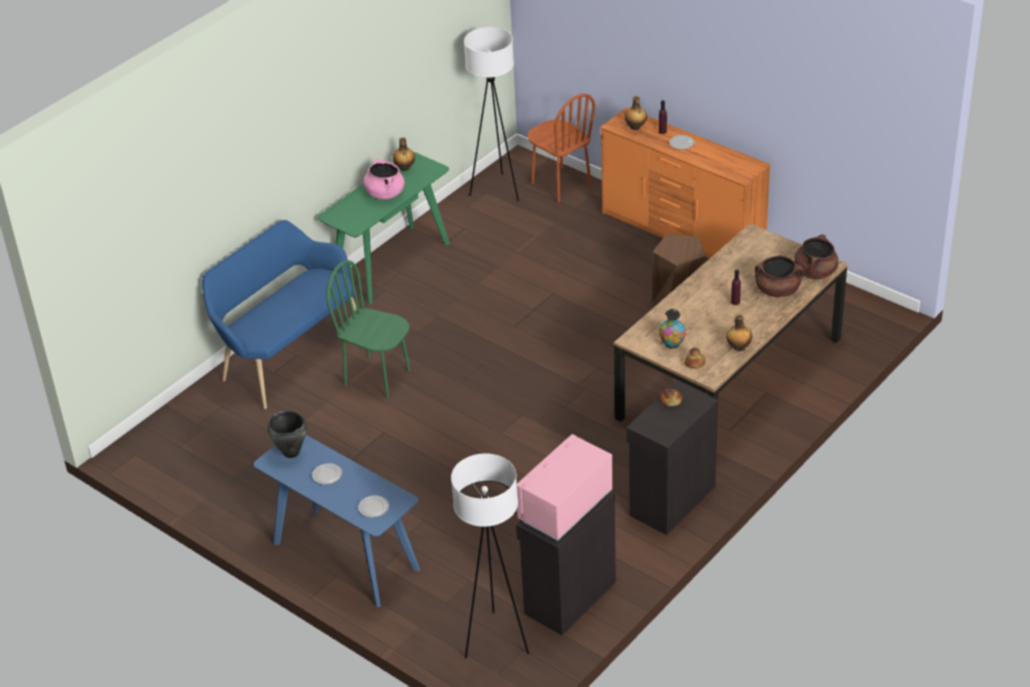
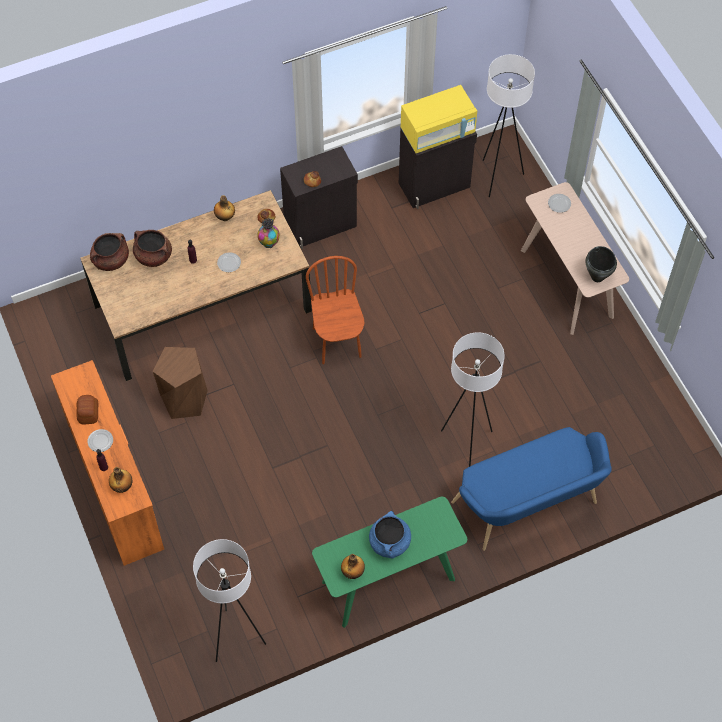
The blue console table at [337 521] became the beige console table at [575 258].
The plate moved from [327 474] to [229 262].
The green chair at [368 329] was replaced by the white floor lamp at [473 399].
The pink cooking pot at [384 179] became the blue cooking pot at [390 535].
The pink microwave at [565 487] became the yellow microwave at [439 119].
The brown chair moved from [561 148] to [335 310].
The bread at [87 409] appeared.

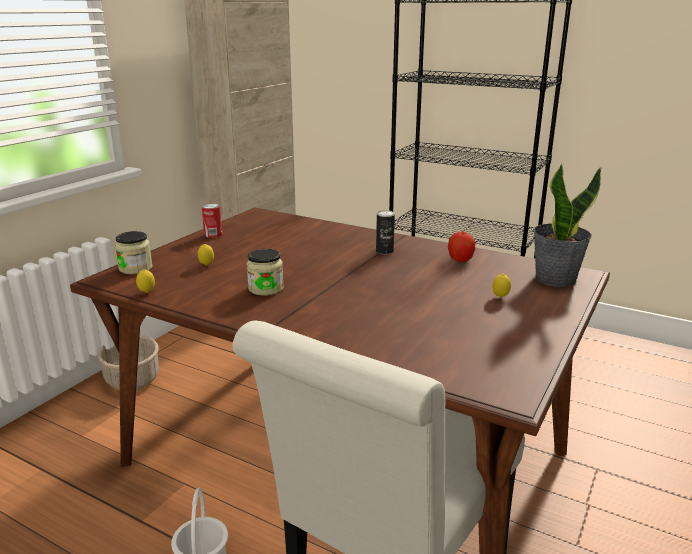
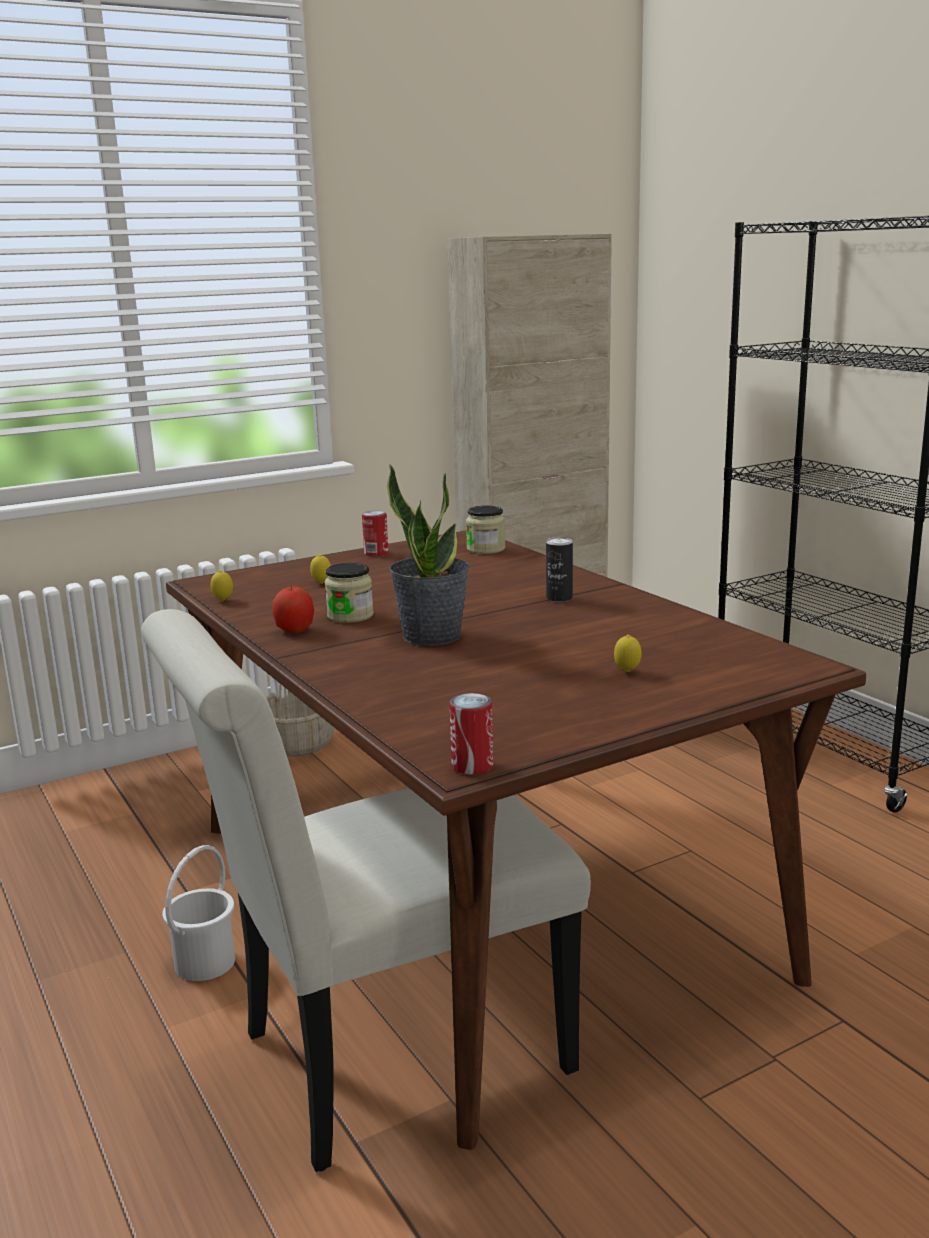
The jar moved from [134 252] to [485 529].
The apple moved from [461 247] to [293 609].
The potted plant moved from [567 225] to [428 555].
The can at [471 734] appeared.

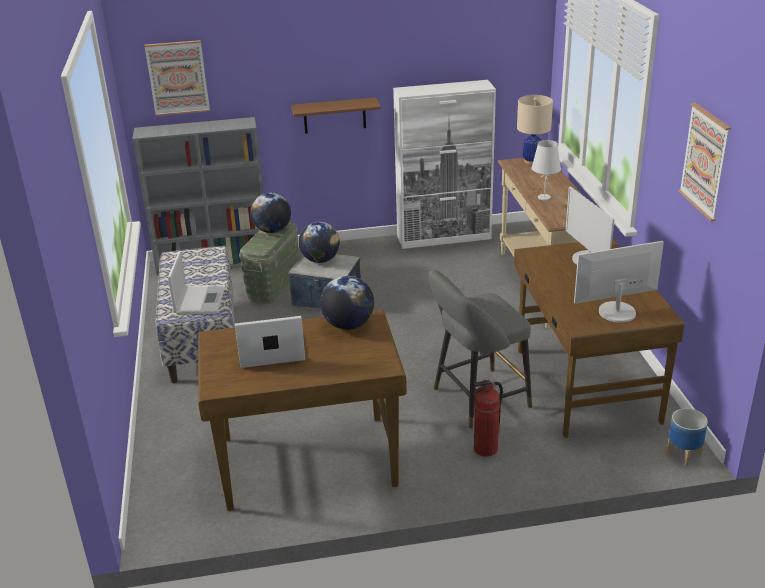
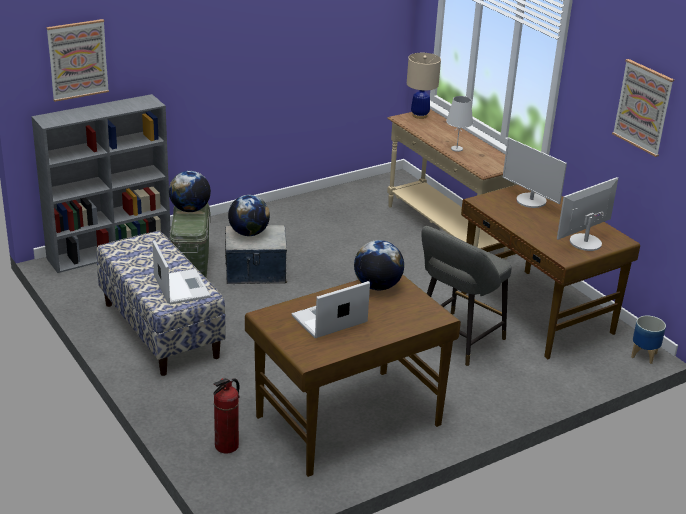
The brown shelf at [336 115] disappeared.
The white cabinet at [444 164] disappeared.
The fire extinguisher moved from [488 418] to [226 415].

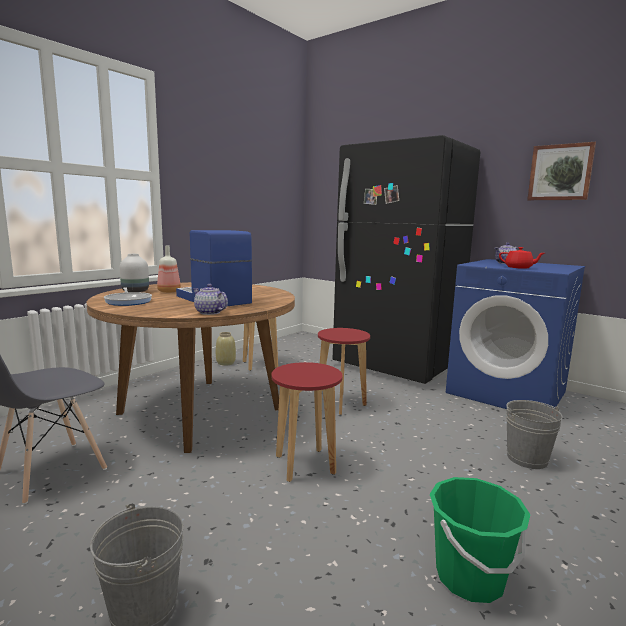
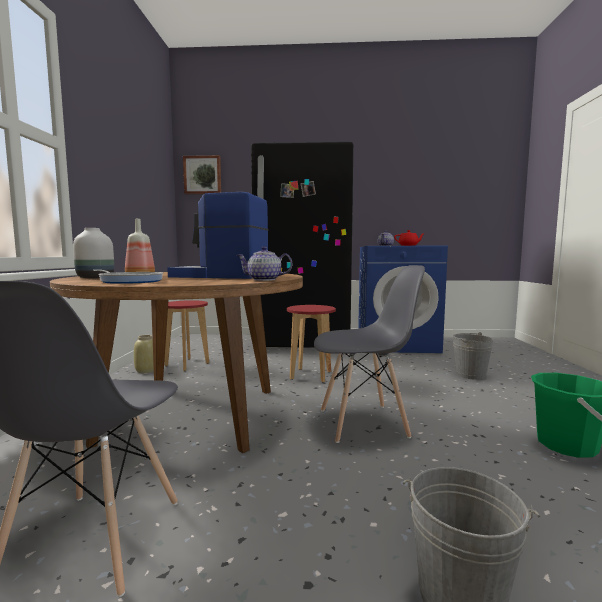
The red stool at [307 422] was replaced by the grey chair at [369 354].
The picture moved from [561 171] to [202 174].

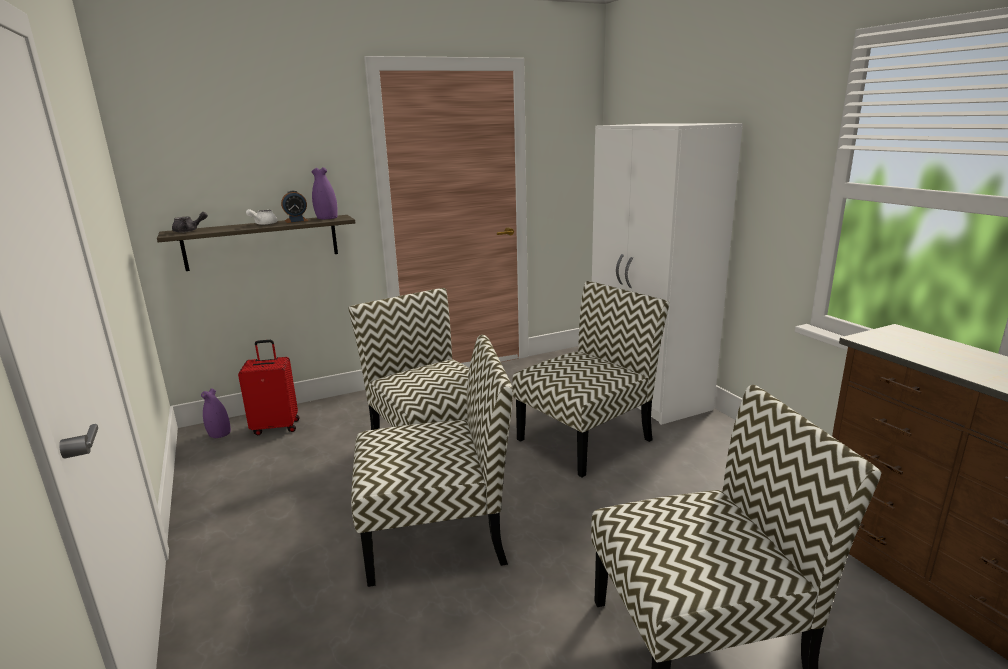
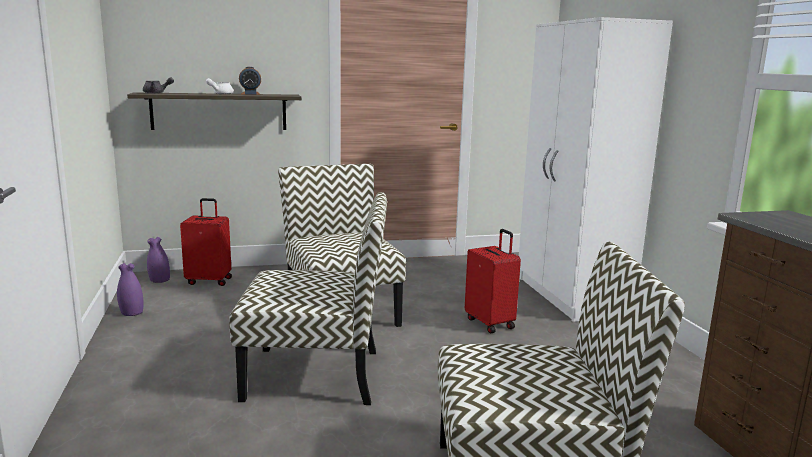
The purple vase moved from [325 193] to [130 289].
The chair at [590 379] was replaced by the red suitcase at [493 281].

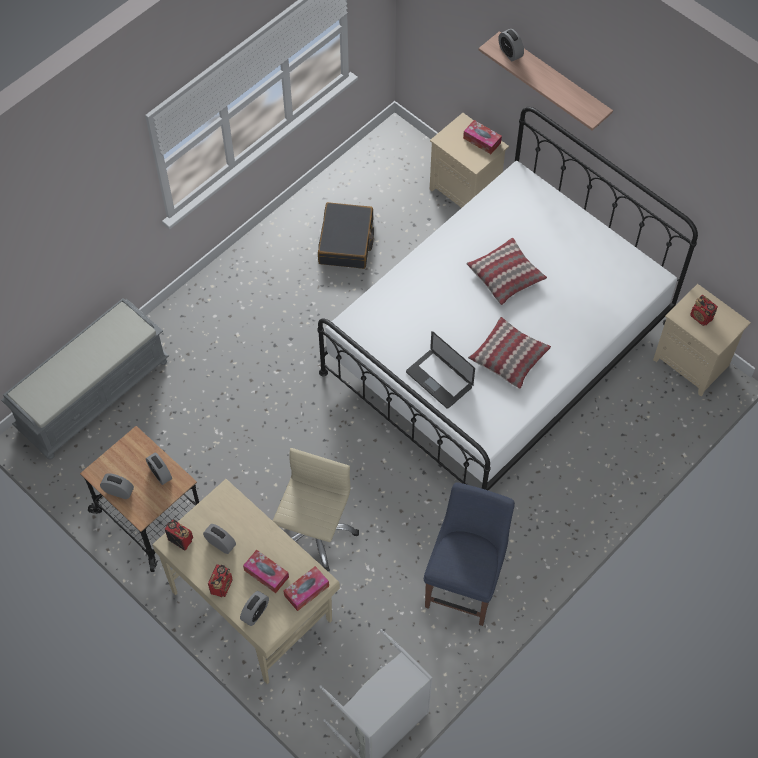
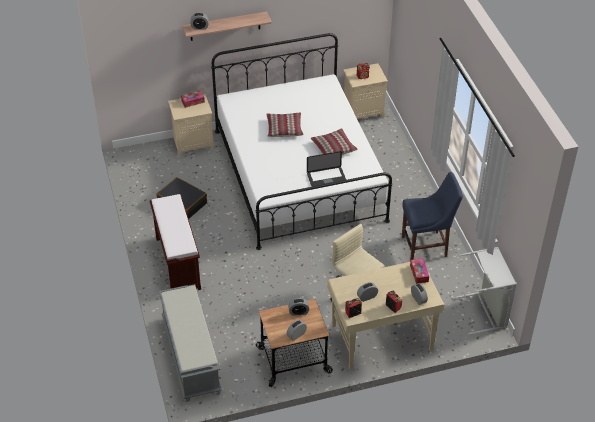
The tissue box at [266 571] disappeared.
The blue chair at [469 554] turned 120 degrees clockwise.
The brown bench at [175 242] appeared.

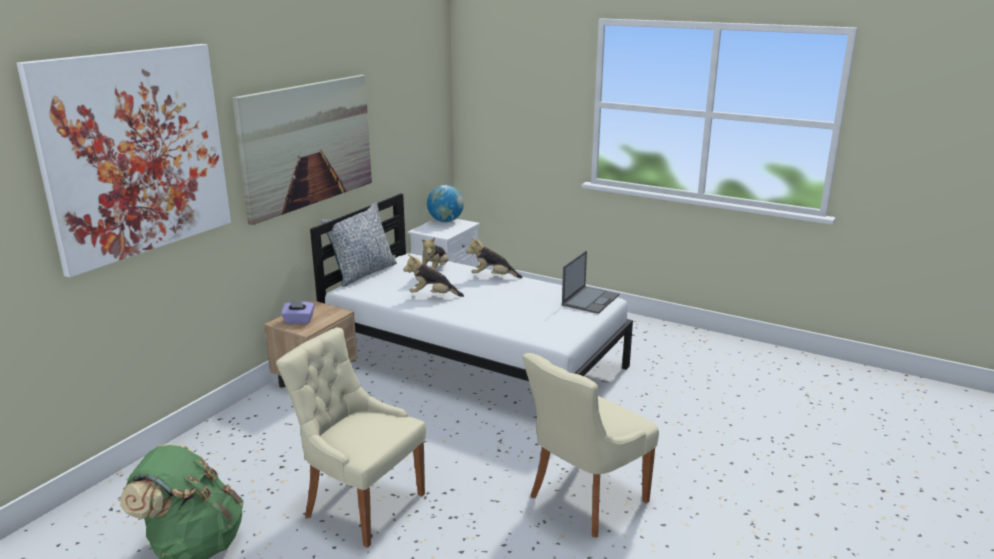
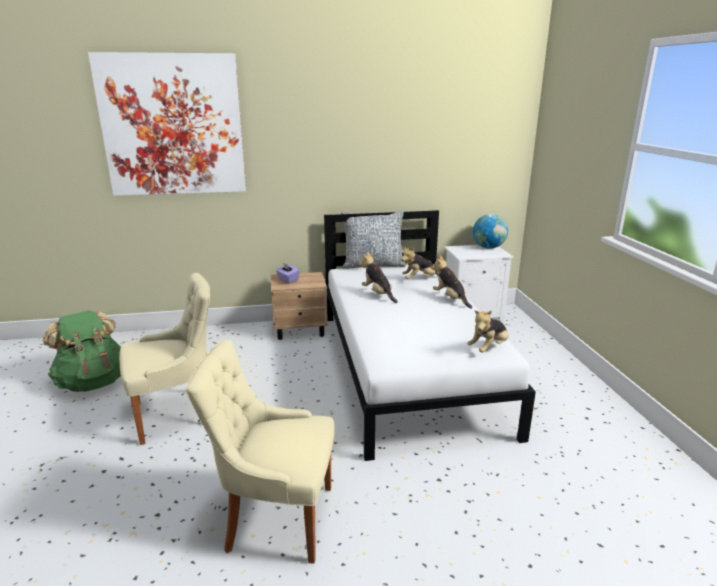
The picture at [302 150] disappeared.
The beige chair at [351 437] turned 75 degrees clockwise.
The laptop at [590 282] was replaced by the plush toy at [487 331].

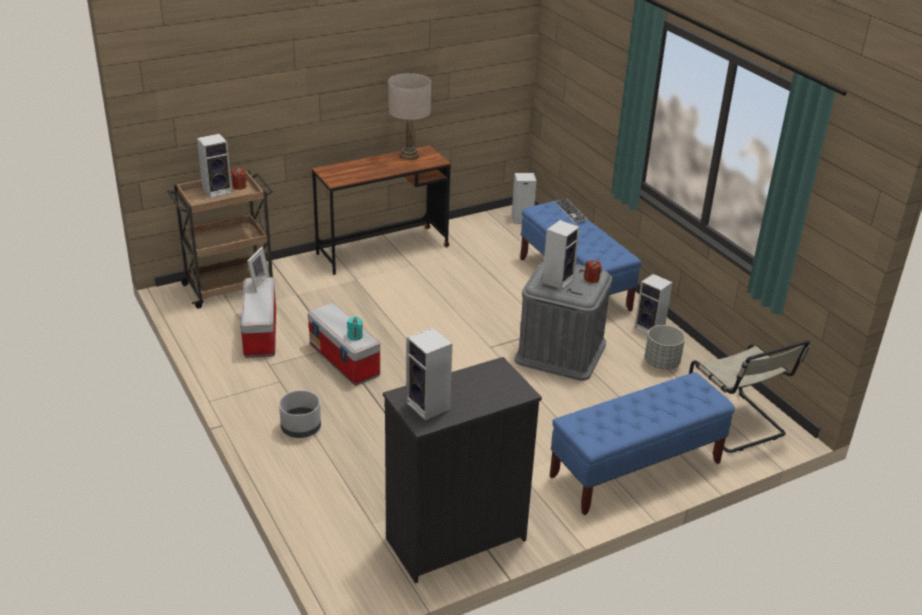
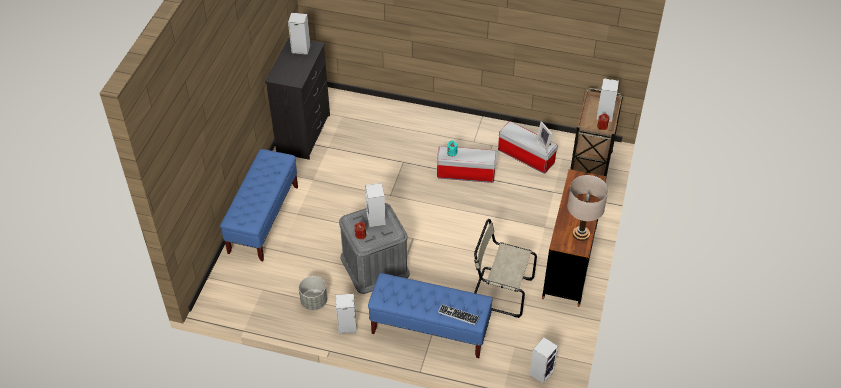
The grey planter at [300 414] disappeared.
The beige chair moved from [749 396] to [505 268].

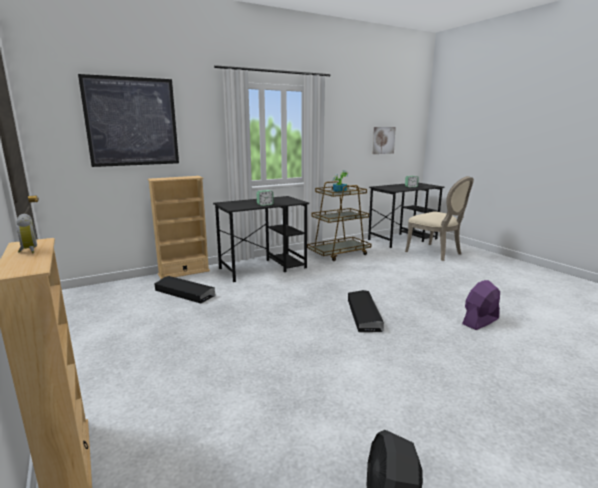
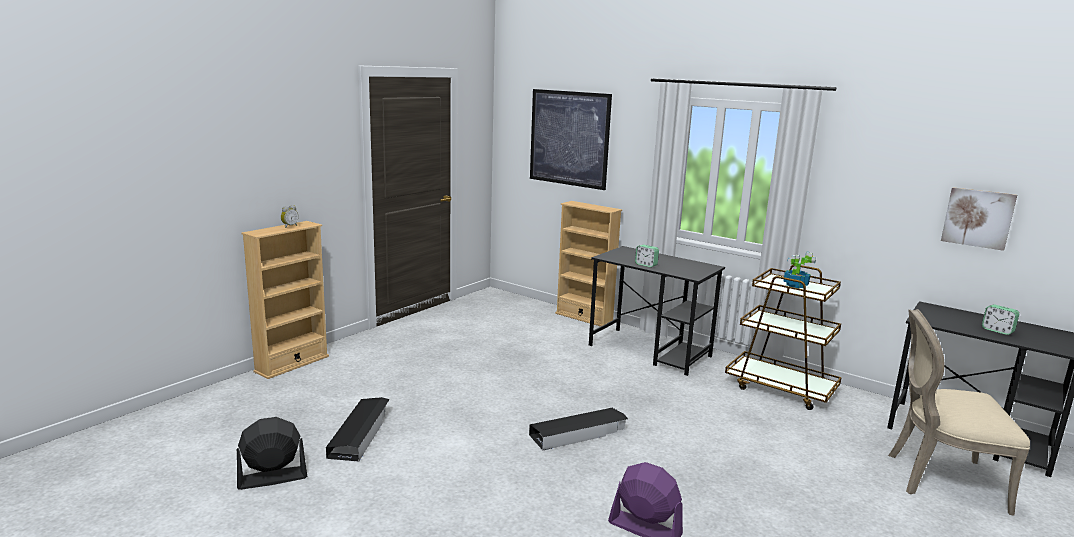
The black storage box moved from [185 289] to [358 429].
The beige chair at [439 218] turned 75 degrees clockwise.

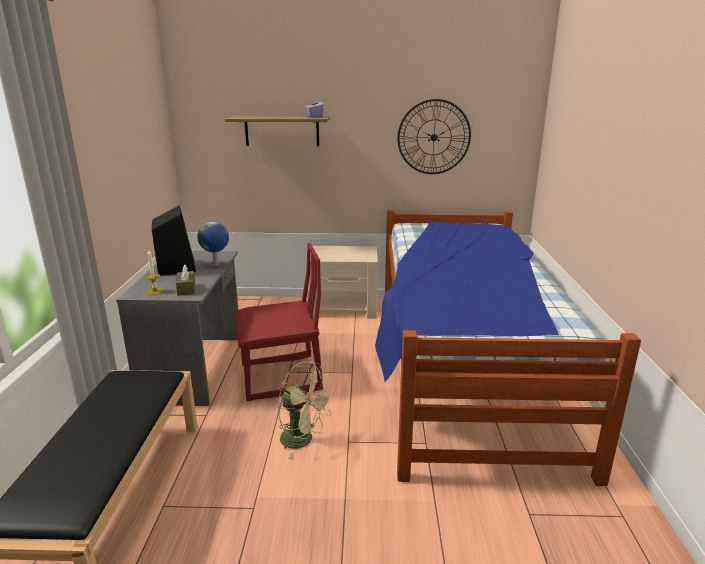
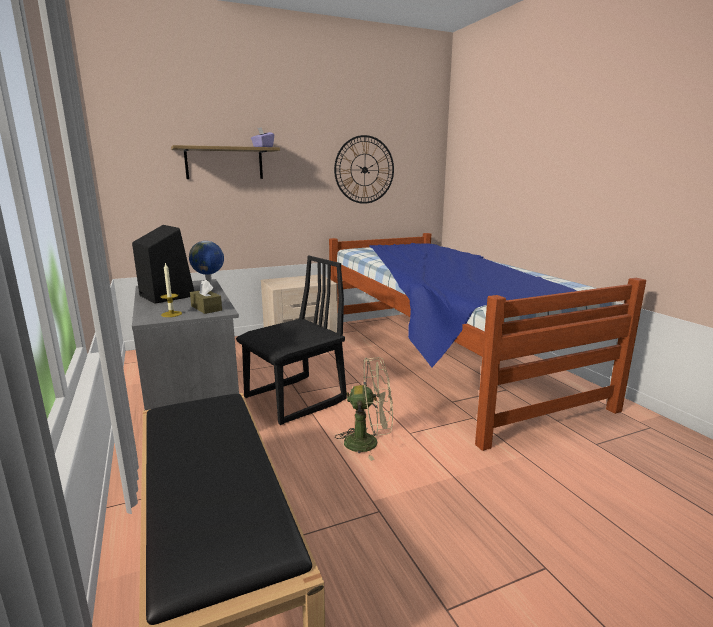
The red chair at [278 322] became the black chair at [291 340].

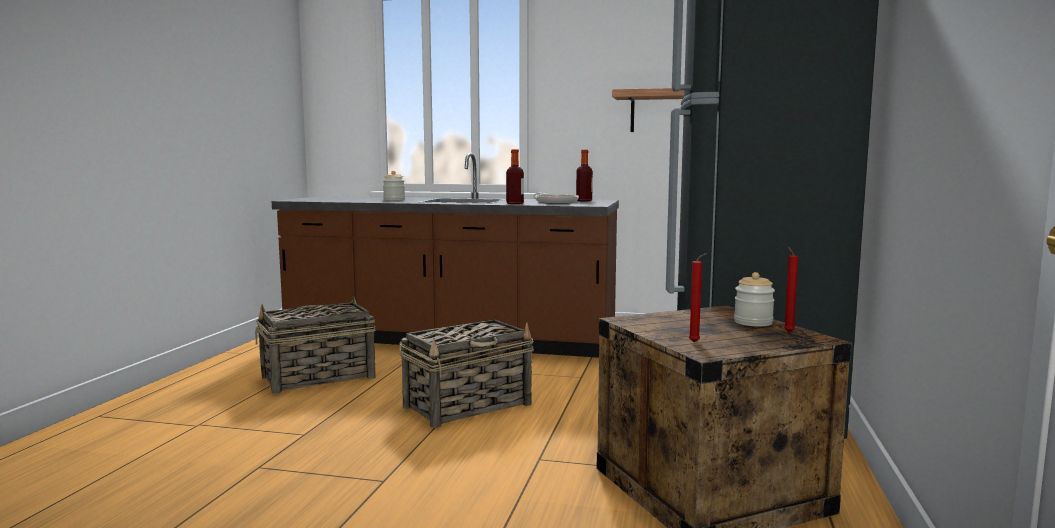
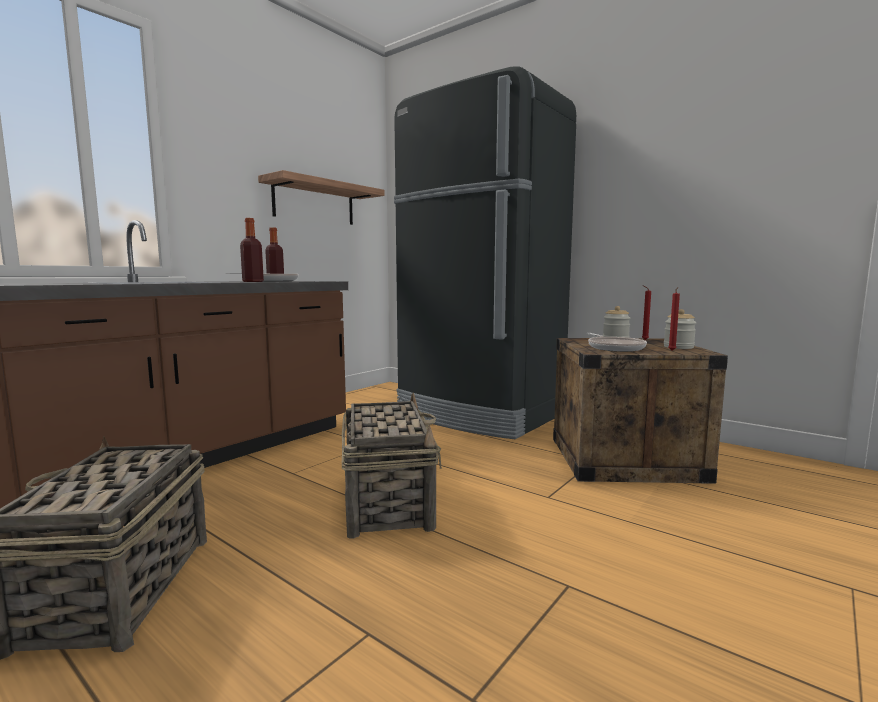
The jar moved from [394 186] to [680 329].
The frying pan at [616 342] appeared.

